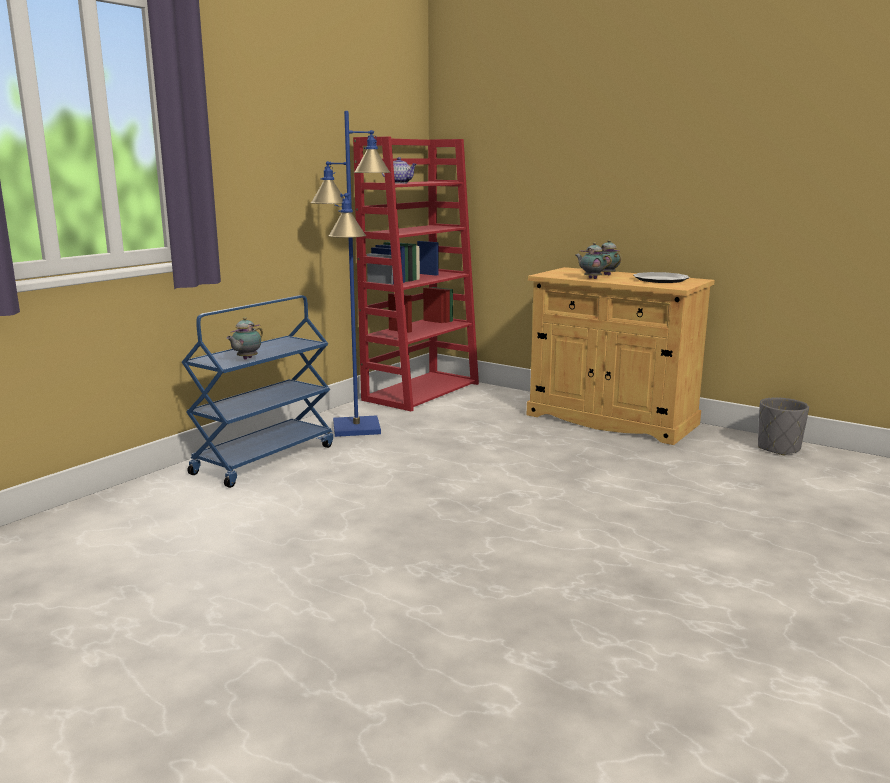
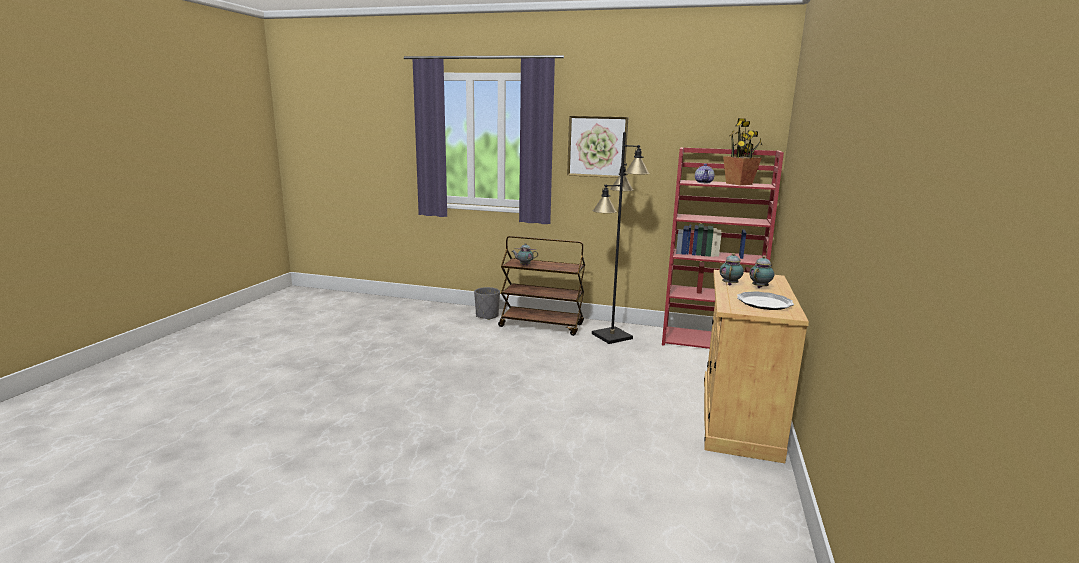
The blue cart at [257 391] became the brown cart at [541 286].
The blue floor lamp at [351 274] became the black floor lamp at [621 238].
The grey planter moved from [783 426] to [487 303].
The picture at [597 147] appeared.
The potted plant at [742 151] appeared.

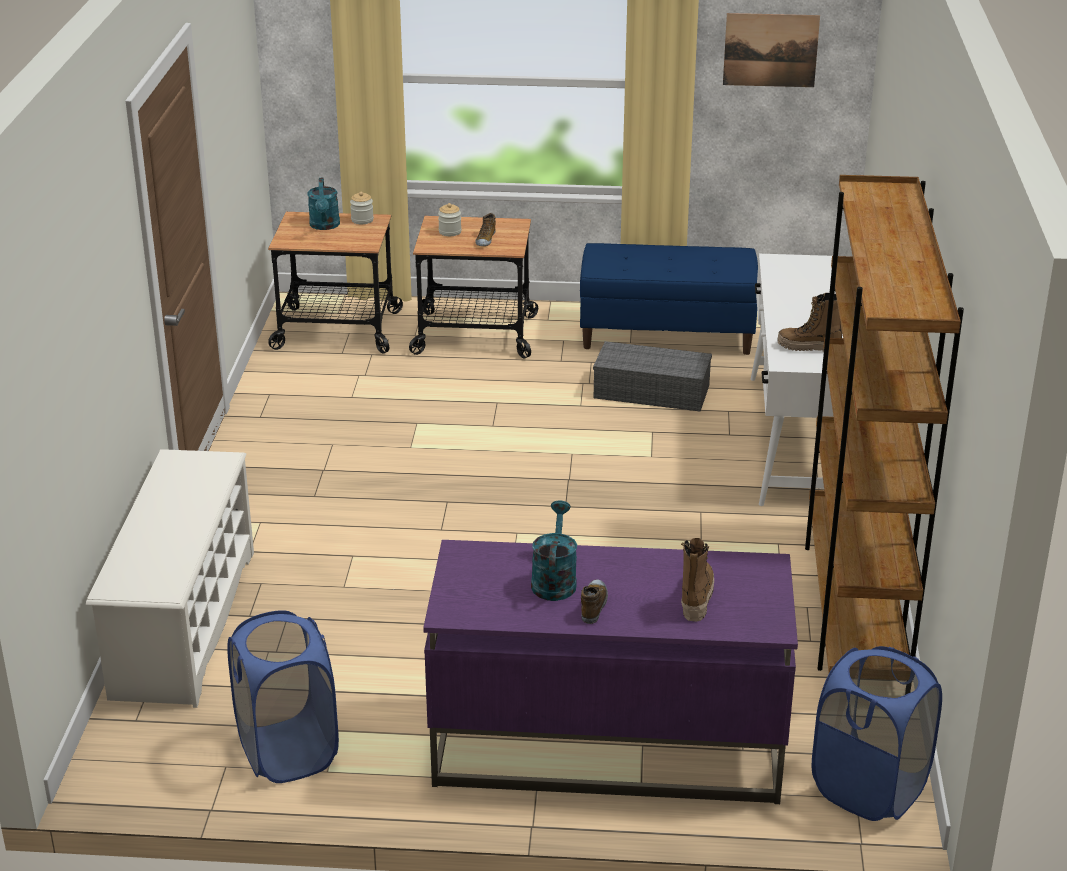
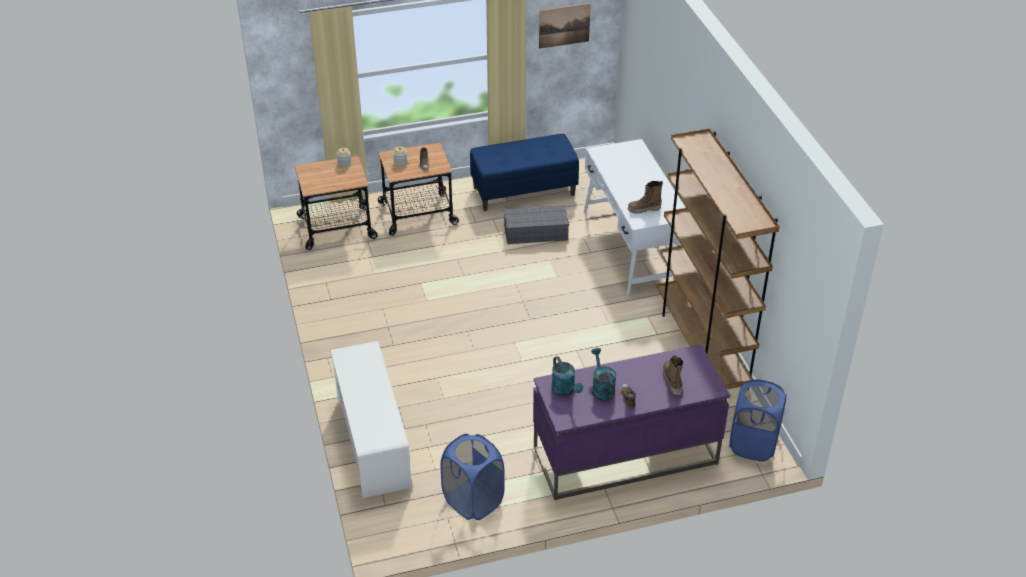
The turquoise watering can moved from [323 204] to [567 376].

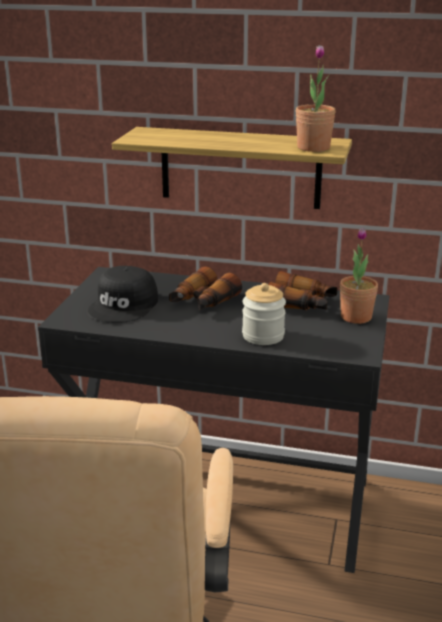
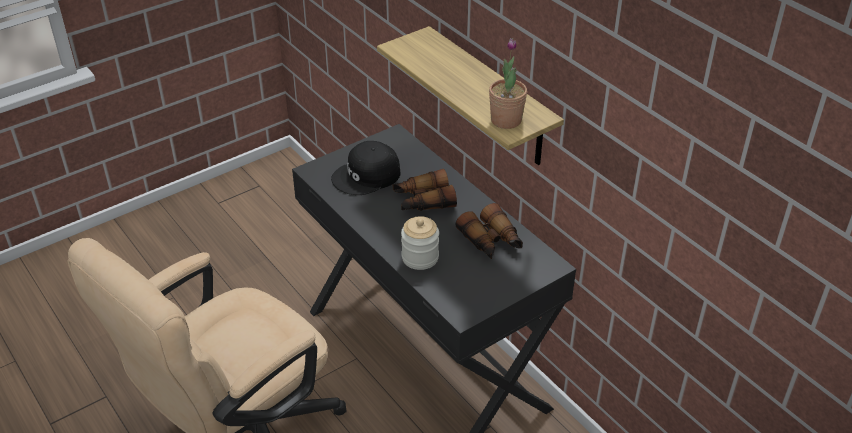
The potted plant at [359 276] disappeared.

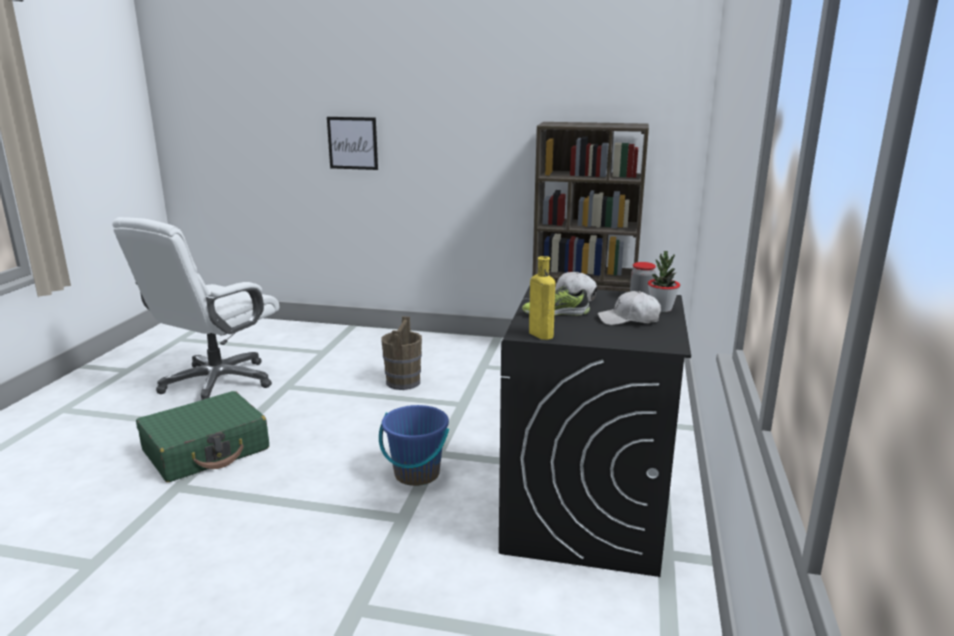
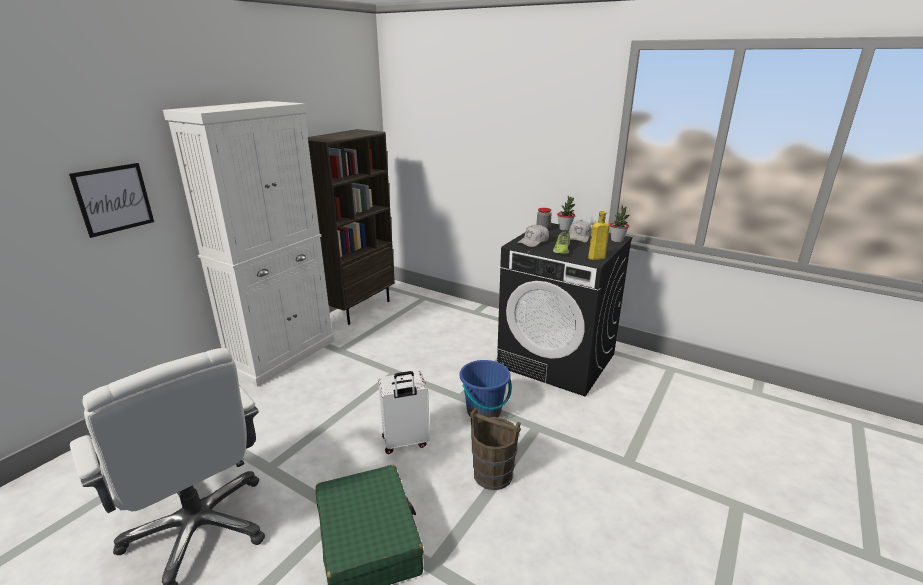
The brown bucket moved from [401 353] to [495 449].
The white cabinet at [248 244] appeared.
The white suitcase at [404 412] appeared.
The potted plant at [620 223] appeared.

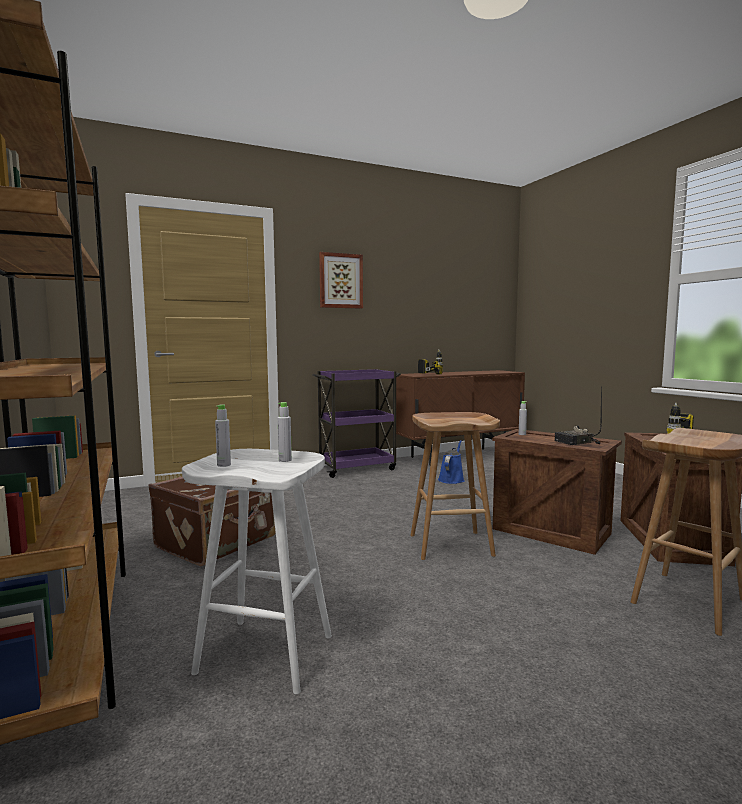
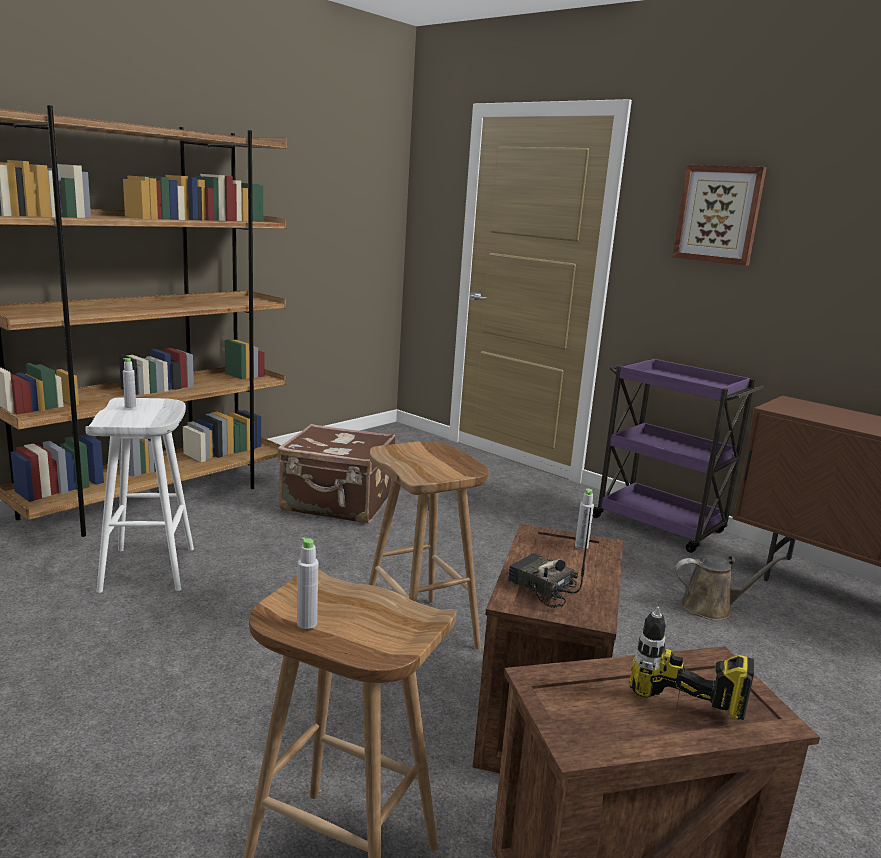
The grey bottle moved from [285 432] to [307 583].
The power drill at [430 362] disappeared.
The blue watering can at [451 462] became the brown watering can at [731 588].

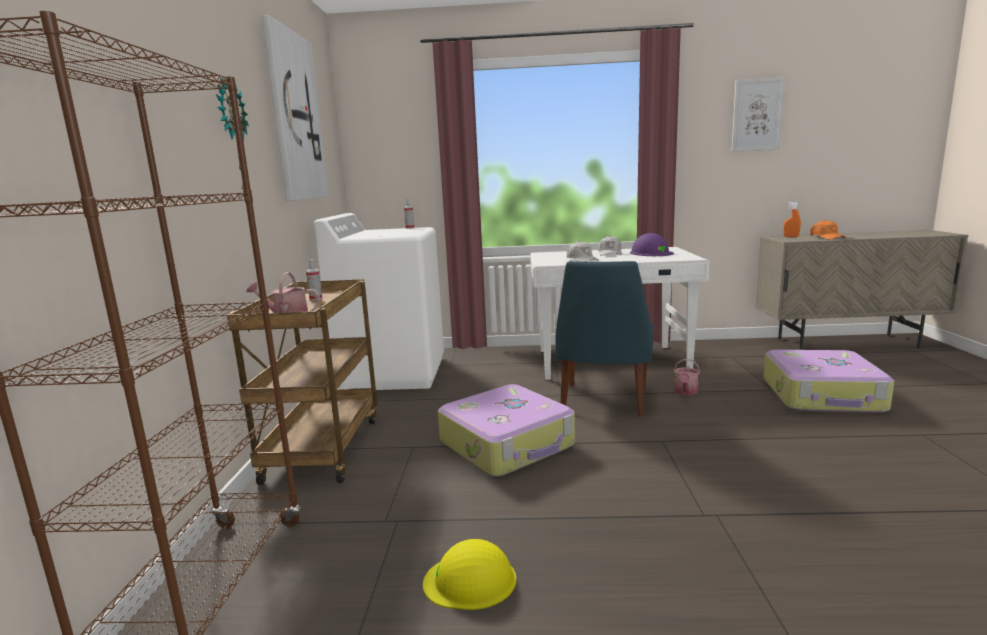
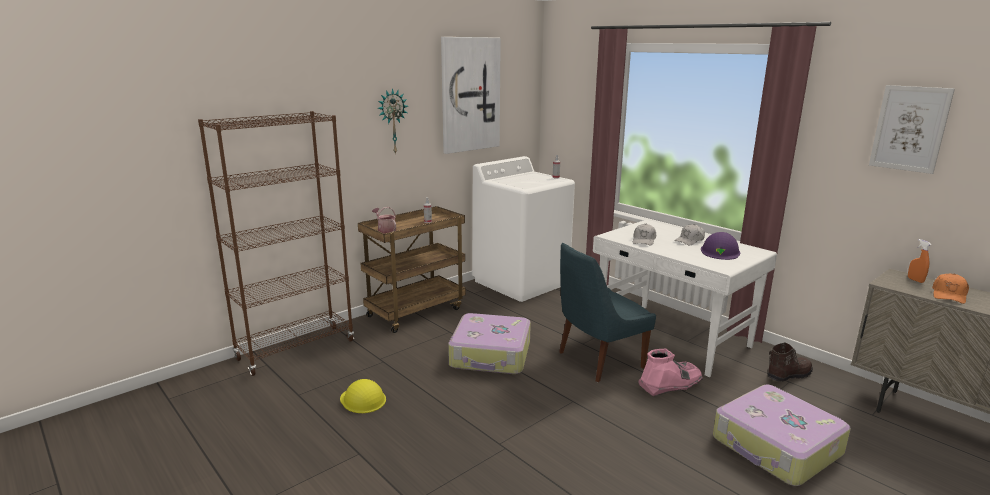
The watering can at [687 377] was replaced by the pink boot at [671 372].
The brown boot at [790 362] appeared.

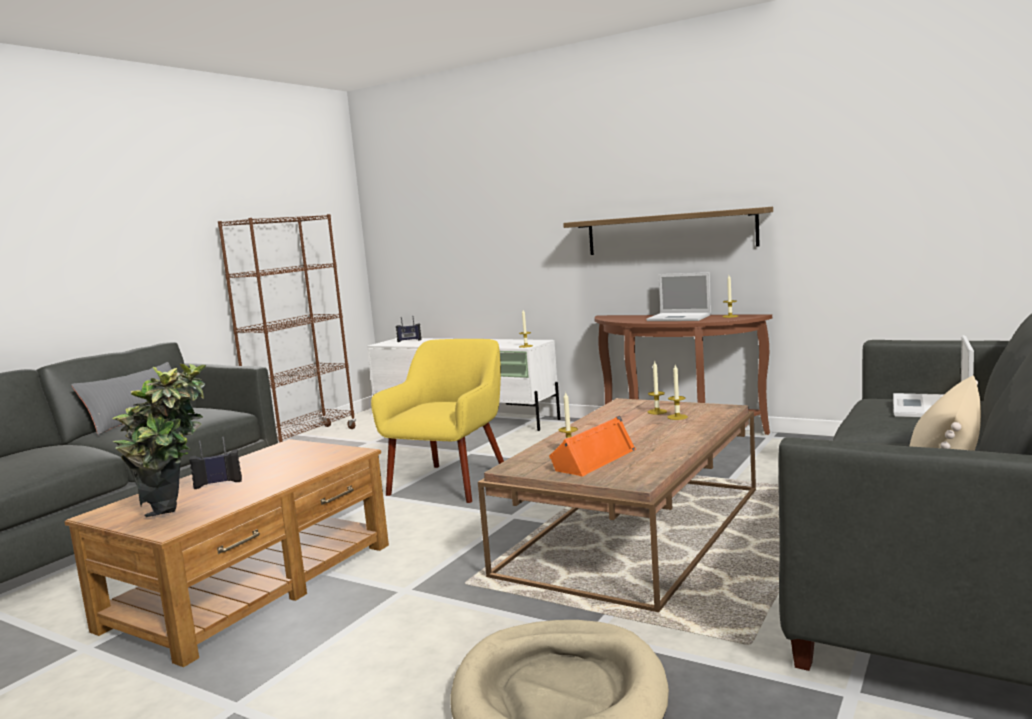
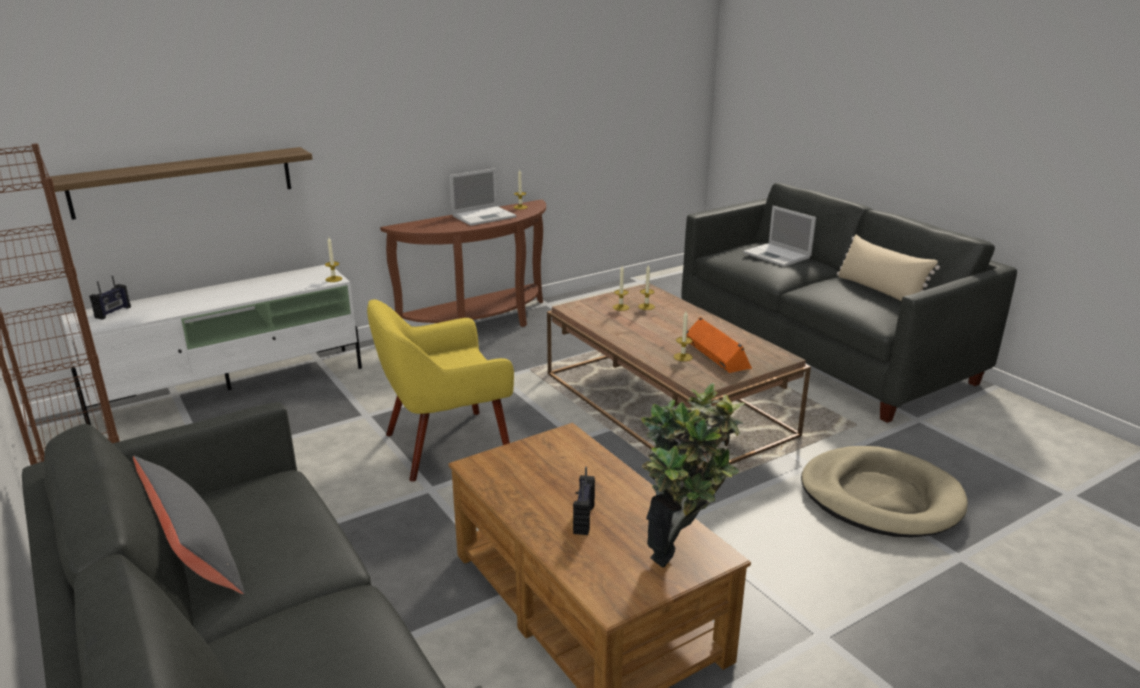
The yellow armchair at [437 421] turned 75 degrees counterclockwise.
The shelf moved from [668 231] to [179 183].

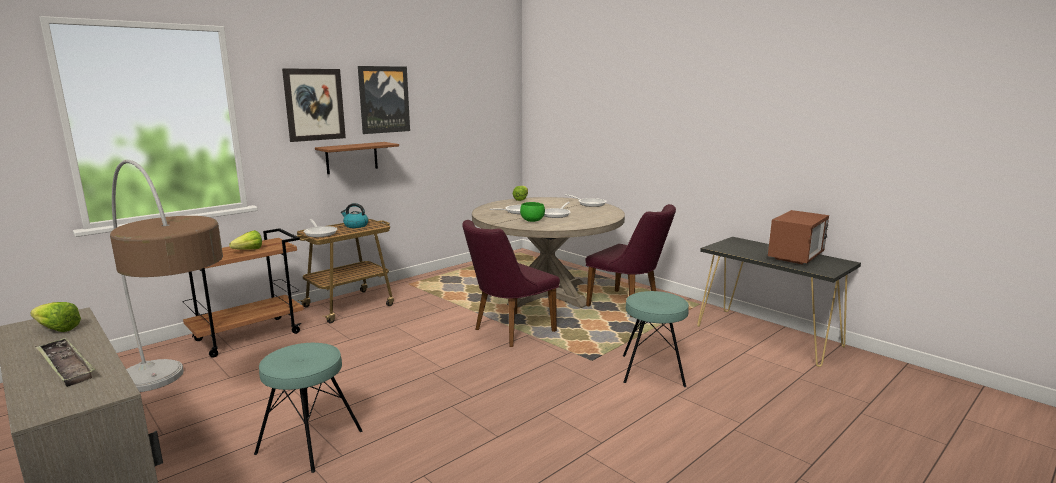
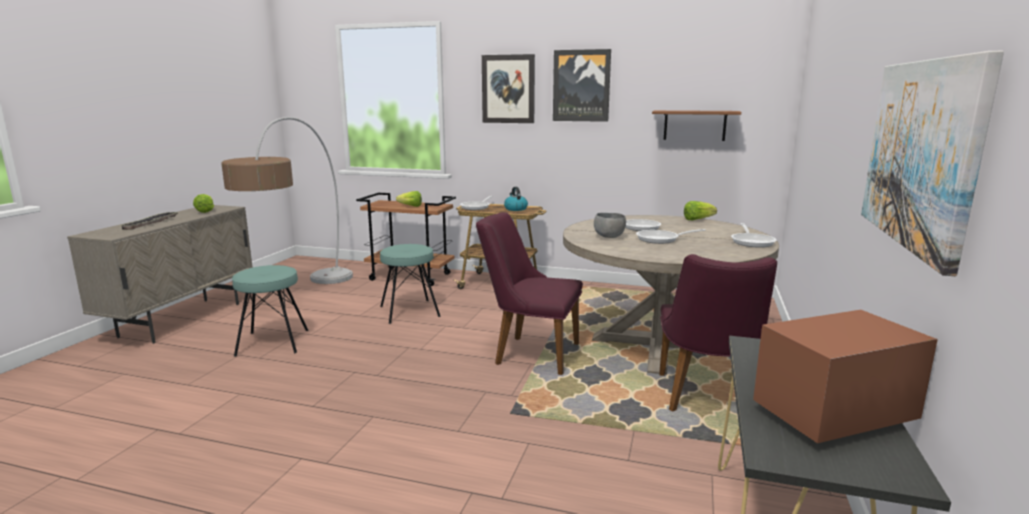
The shelf moved from [357 158] to [696 125].
The green bowl at [532 212] became the grey bowl at [610 225].
The turquoise stool moved from [656 339] to [410 284].
The microwave at [798 237] turned 150 degrees clockwise.
The picture at [932 163] appeared.

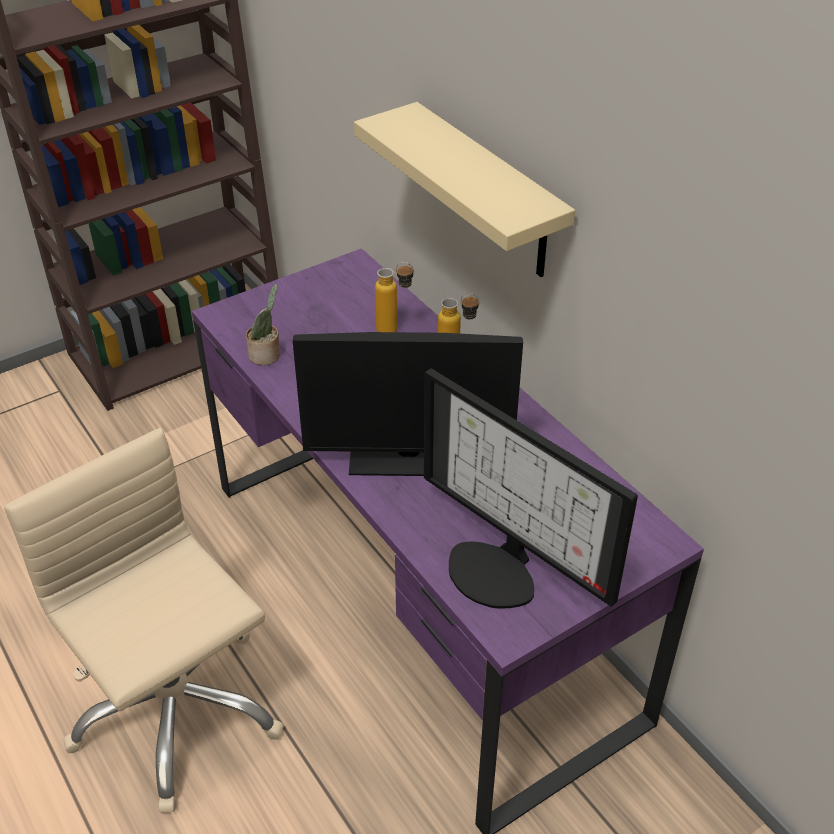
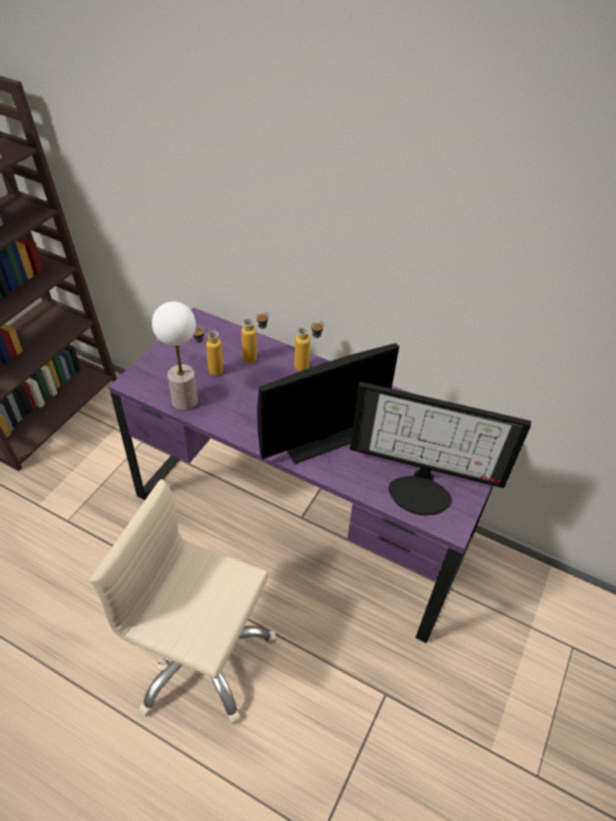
The potted plant at [263 324] was replaced by the table lamp at [175 356].
The beige shelf at [464 189] disappeared.
The bottle at [208 350] appeared.

